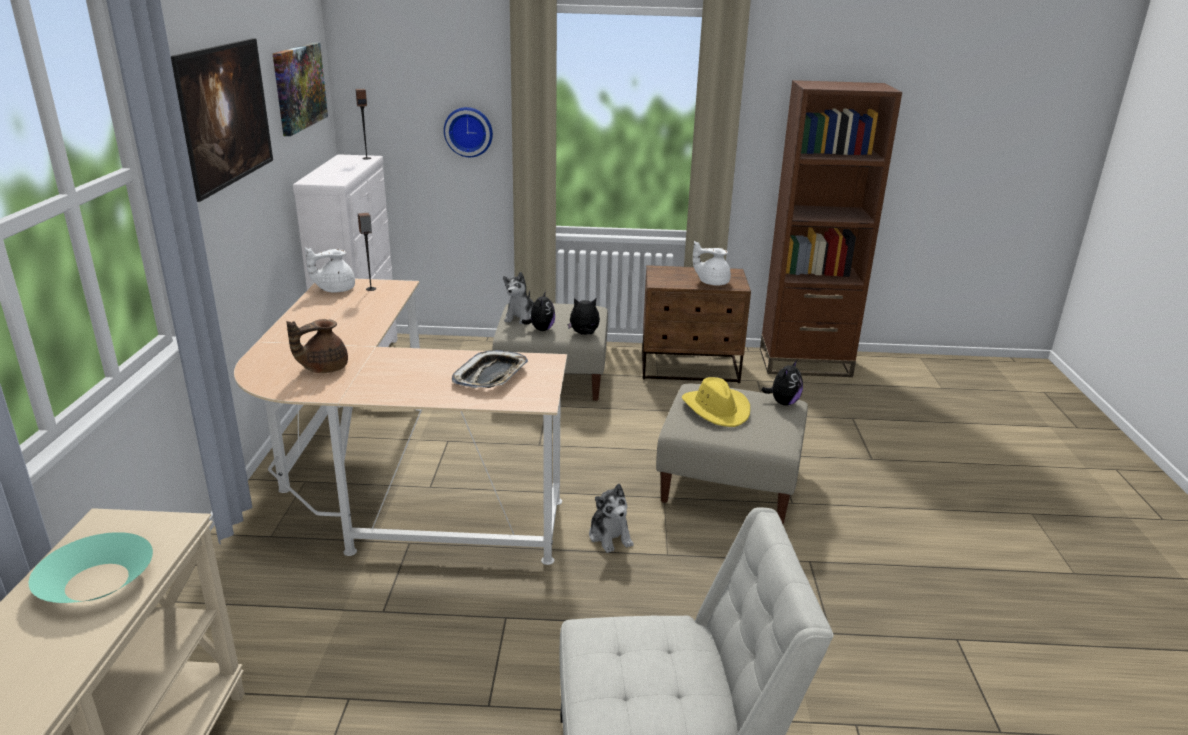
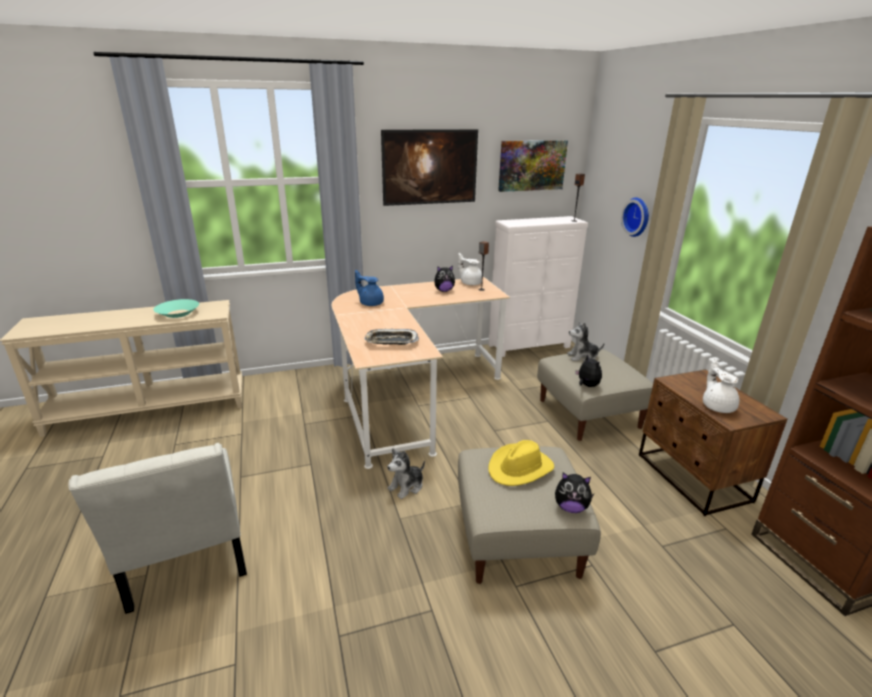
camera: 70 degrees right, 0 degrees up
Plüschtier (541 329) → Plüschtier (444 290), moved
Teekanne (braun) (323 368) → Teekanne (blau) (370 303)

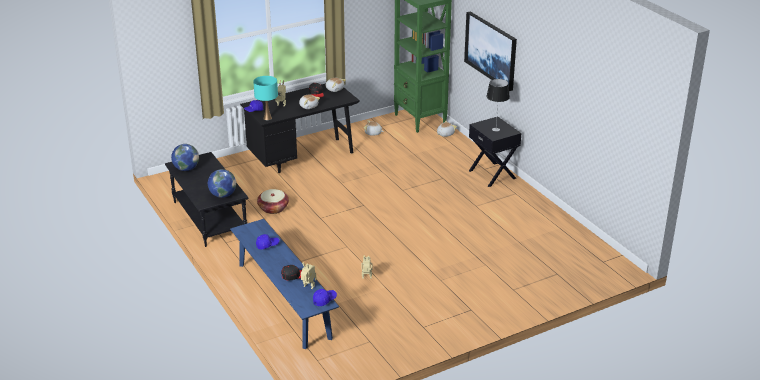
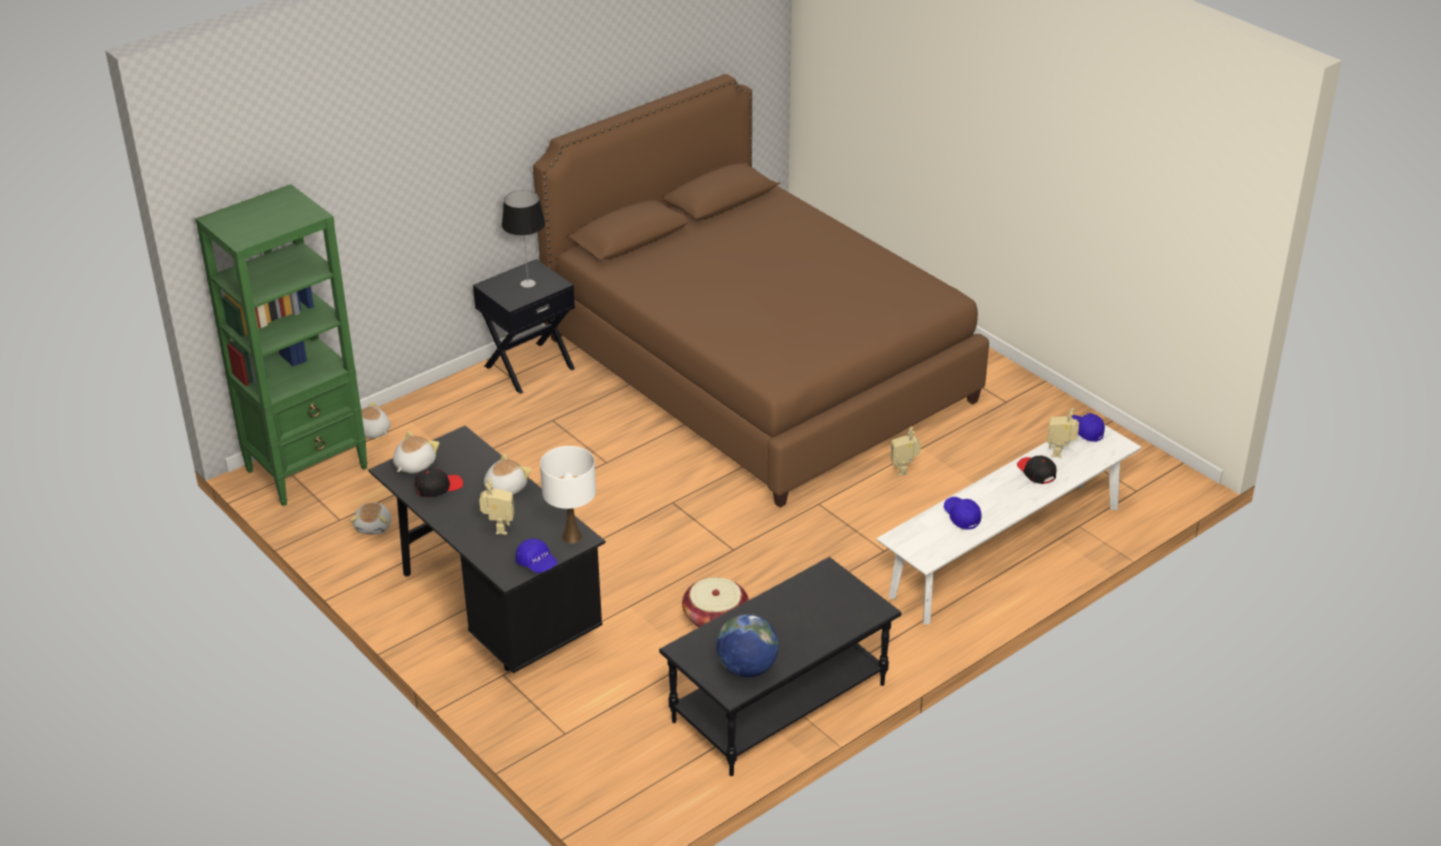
camera: 100 degrees left, 5 degrees up
Bild (491 50) → -
Tischlampe (türkis) (267 118) → Tischlampe (weiß) (572 536)
Globus (223 195) → -
Bank (blau) (283 300) → Bank (weiß) (1006 551)
- → Bett (braun) (758 370)

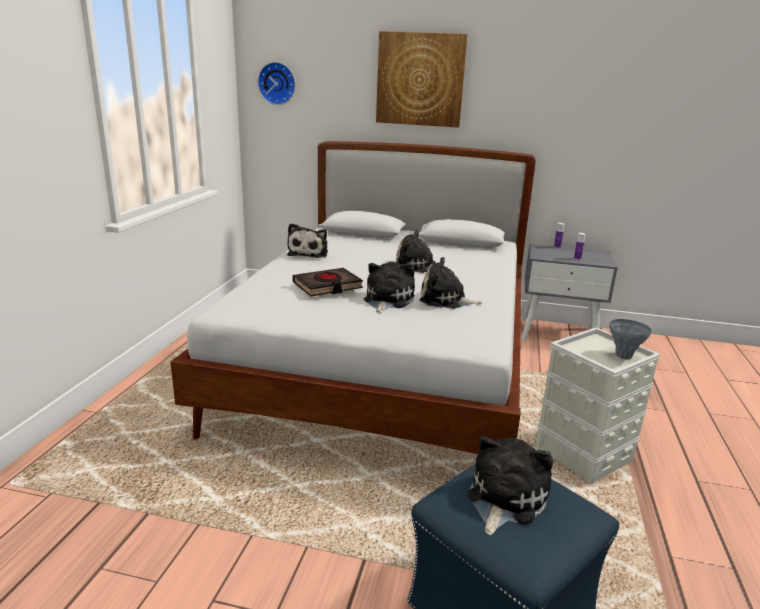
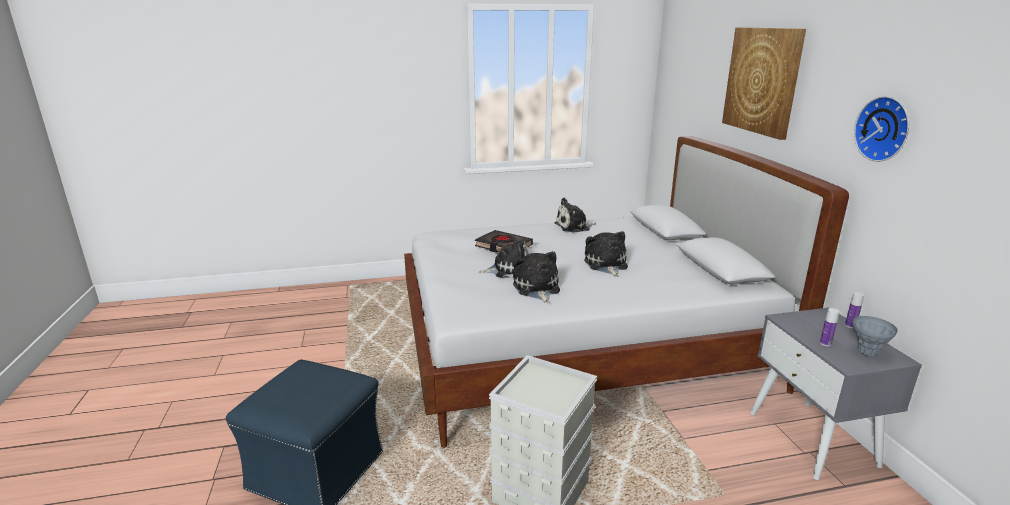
camera: 65 degrees right, 0 degrees up
Wanduhr (277 83) → Wanduhr (884 129), moved
Vase (grau) (623 356) → Vase (grau) (866 353), moved
Plüschtier (504 498) → -

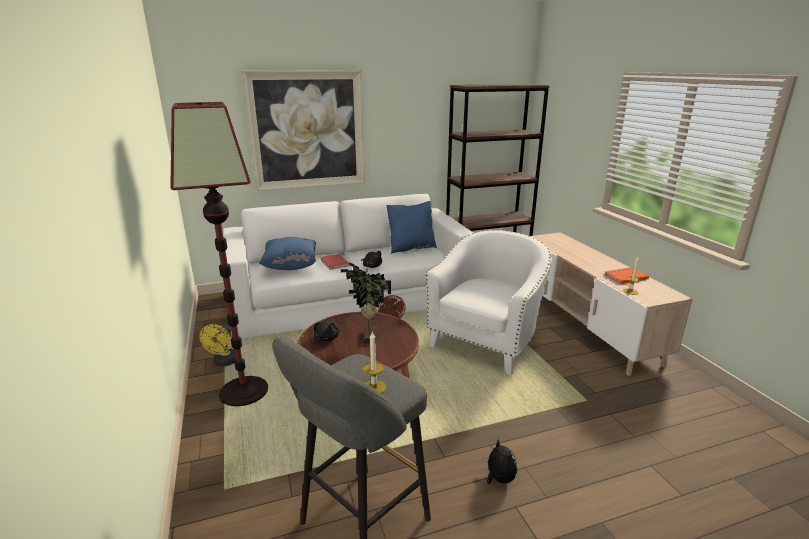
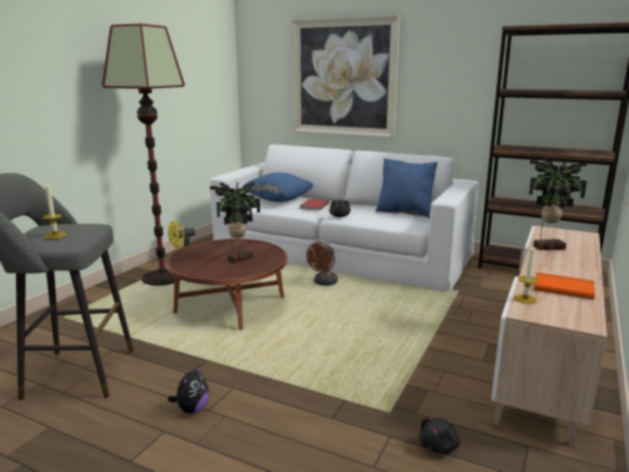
camera: 45 degrees right, 5 degrees down
Sessel (weiß) (487 342) → -
Plüschtier (schwarz) (327 338) → Plüschtier (schwarz) (439 446), moved
- → Topfpflanze (547 247)

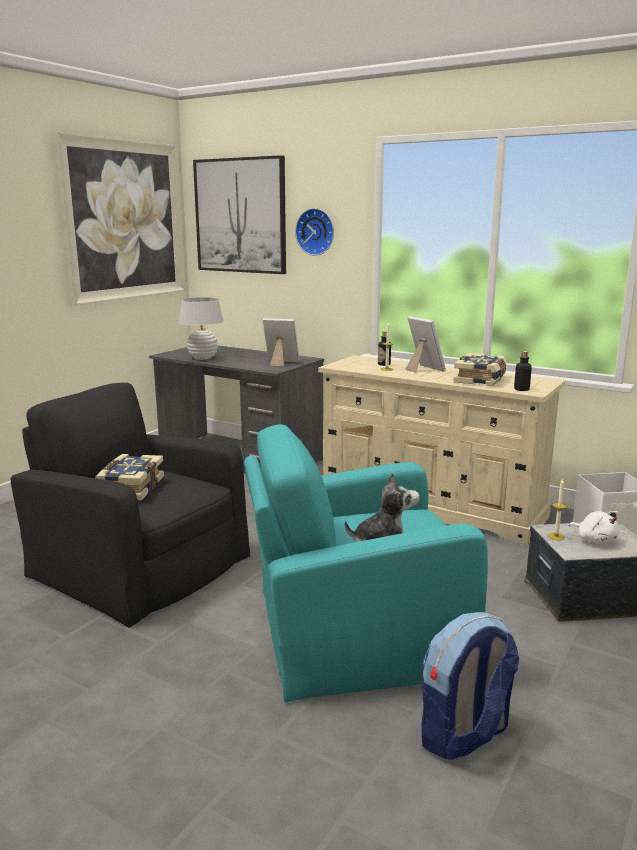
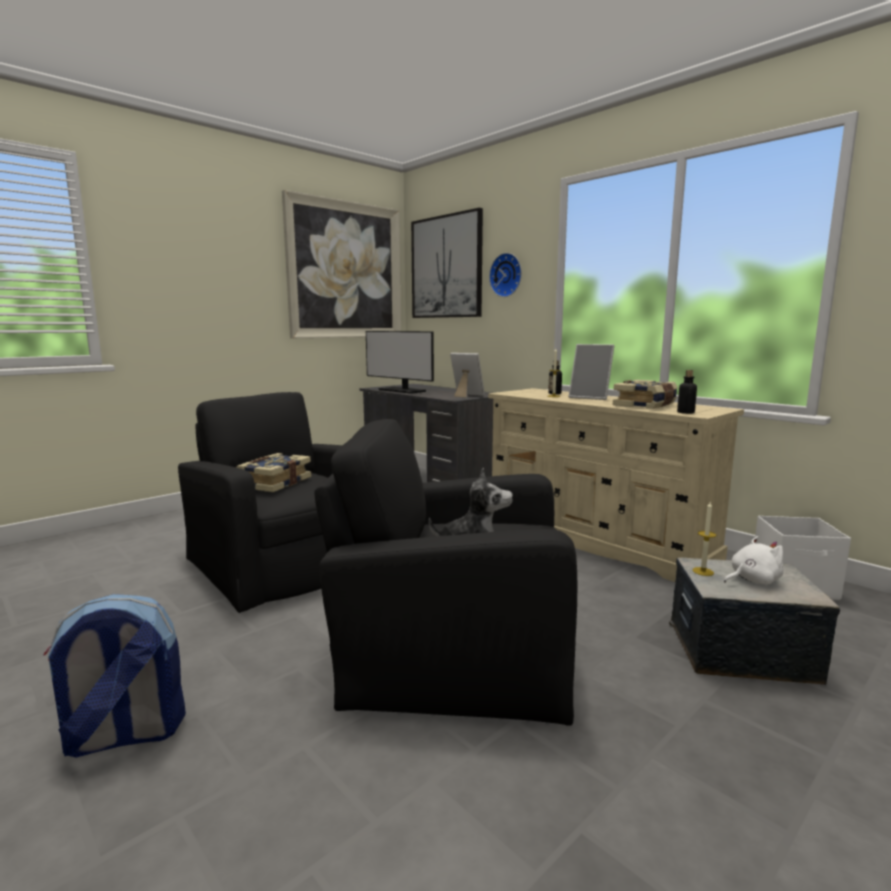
camera: 15 degrees right, 5 degrees down
Tischlampe (weiß) (203 358) → Monitor (402 390)
Bilderrahmen (423 369) → Bilderrahmen (590 397), 135 degrees clockwise
Sessel (türkis) (356 631) → Sessel (schwarz) (454 648)
Plüschtier (weiß) (595 539) → Plüschtier (weiß) (752 580), 90 degrees counterclockwise
Rucksack (464 736) → Rucksack (124 736), moved

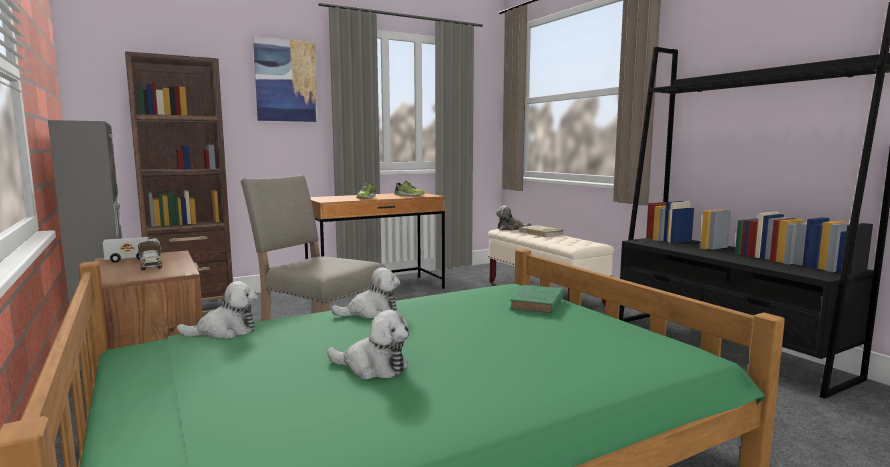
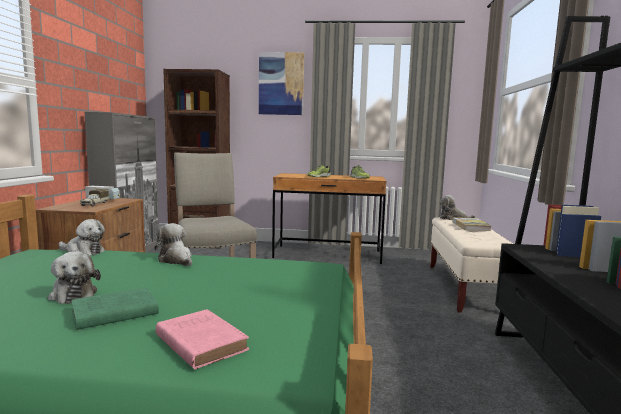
camera: 35 degrees right, 0 degrees up
Plüschtier (371 313) → Plüschtier (176 260), 150 degrees counterclockwise
Buch (grün) (537 304) → Buch (grün) (112 313), moved
- → Buch (rosa) (200 342)

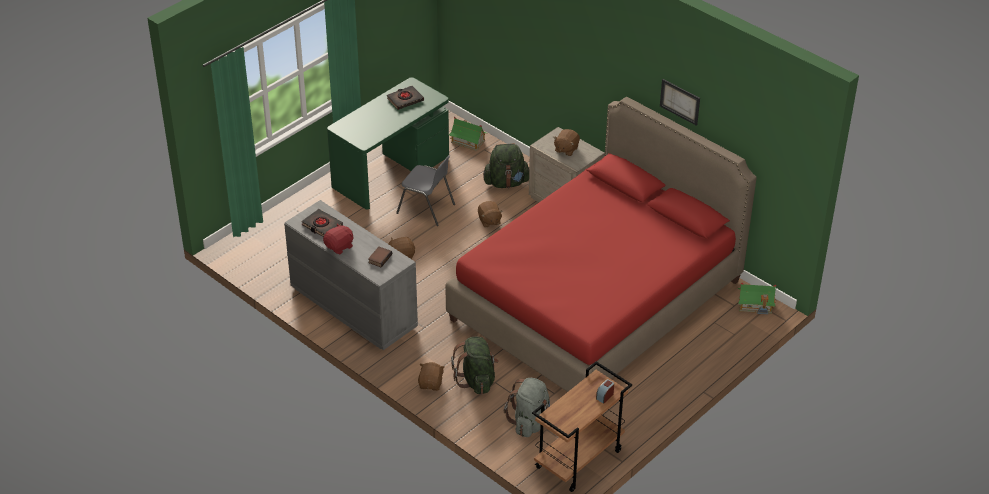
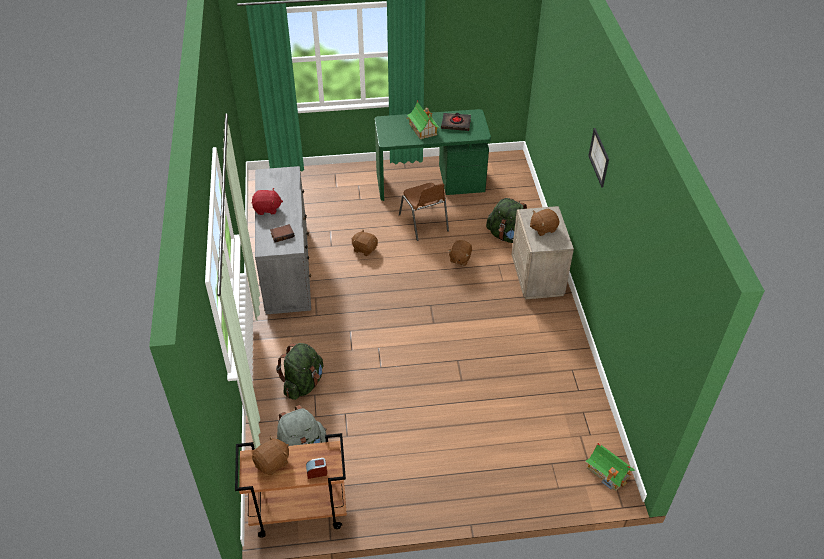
camera: 40 degrees right, 5 degrees up
Bild (680 101) → Bild (599 157), moved
Bett (rot) (596 300) → -
Spielzeughaus (467 141) → Spielzeughaus (422 129), moved
Stuhl (grau) (426 209) → Stuhl (braun) (424 223)
Buch (schwarz) (322 226) → -
Plüschtier (braun) (431 384) → Plüschtier (braun) (272 463), moved

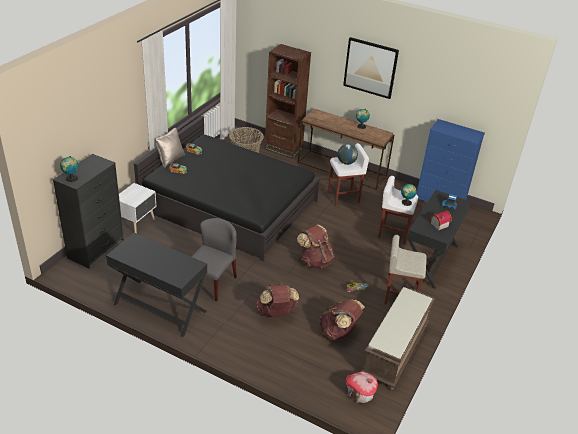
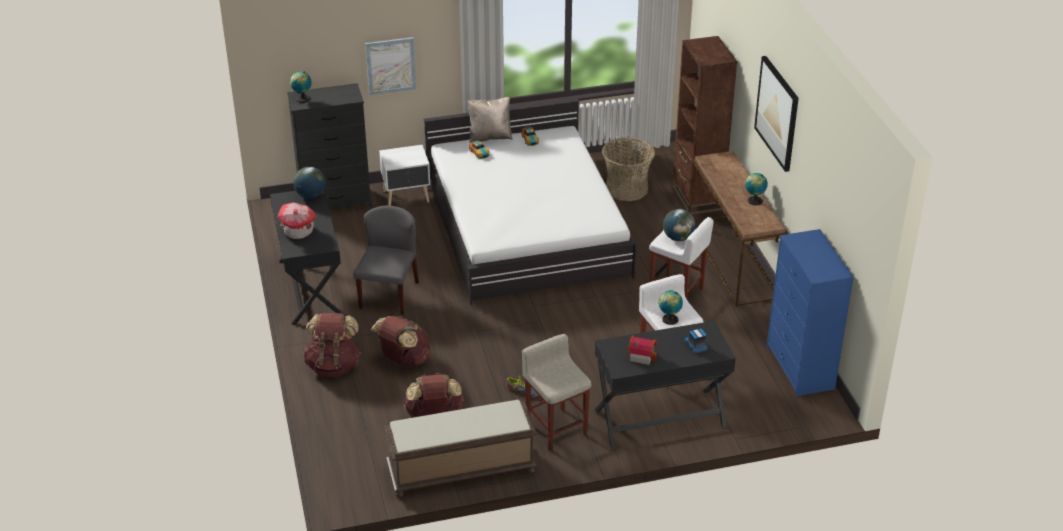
camera: 50 degrees right, 0 degrees up
Bett (schwarz) (229 205) → Bett (weiß) (526 229)
Stuhl (grau) (212 283) → Stuhl (grau) (389 294), 60 degrees counterclockwise
Rucksack (braun) (315 261) → Rucksack (braun) (333 365), moved
Spielzeughaus (360 393) → Spielzeughaus (298 231), moved
- → Bild (390 65)
- → Globus (311 195)

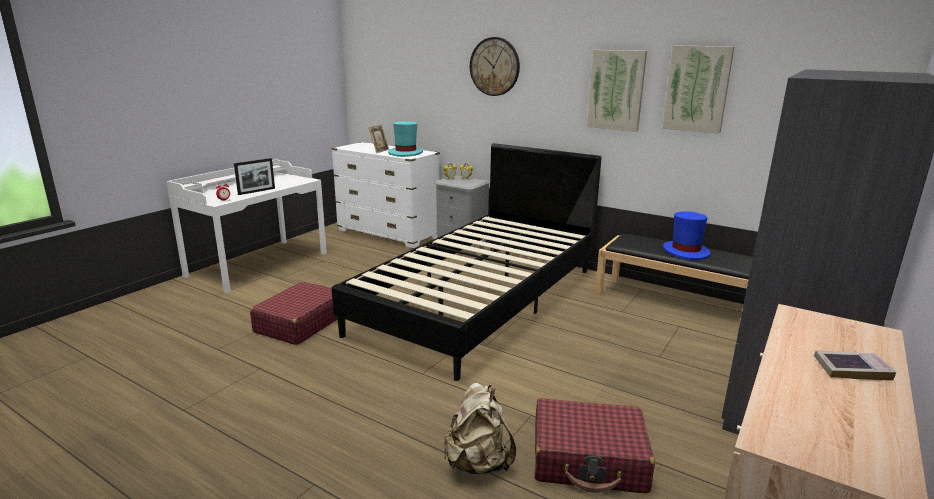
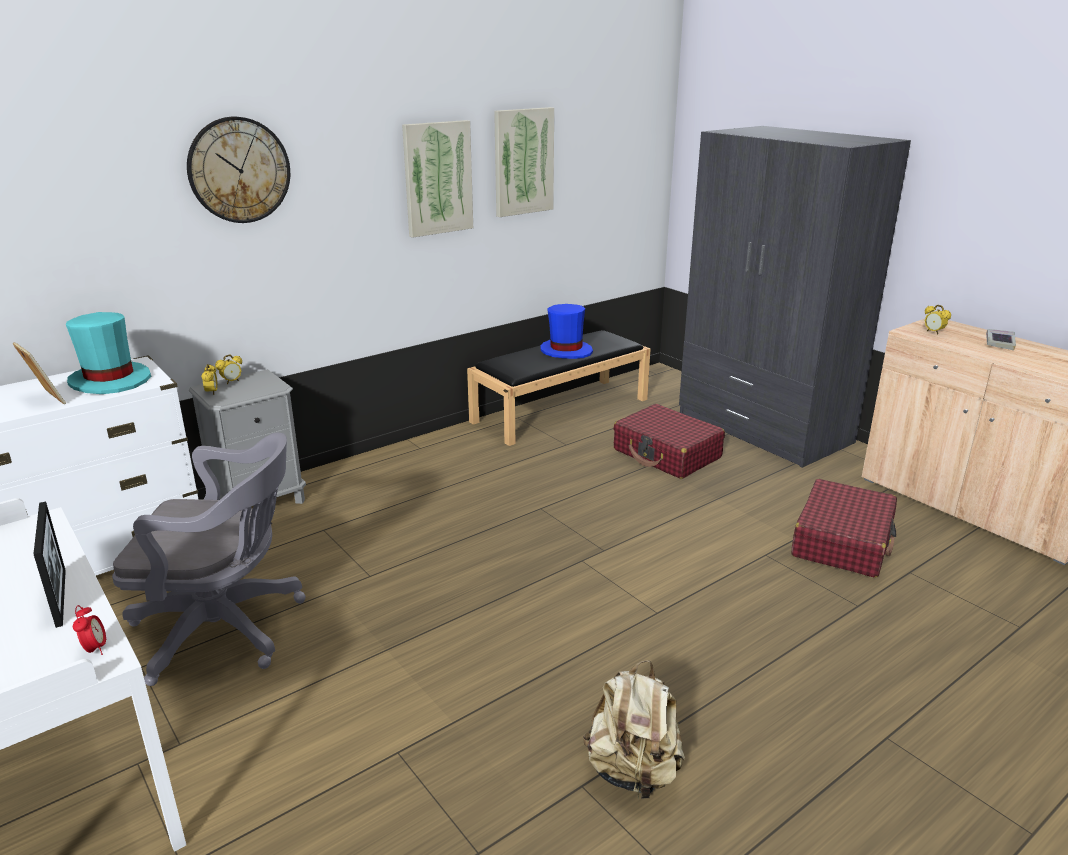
camera: 70 degrees left, 5 degrees up
Bett (schwarz) (479 299) → -
Koffer (rot) (300 323) → Koffer (rot) (667 454), moved
Rucksack (beige) (478 463) → Rucksack (beige) (633 772), moved
- → Wecker (933 332)
- → Bürostuhl (grau) (227 629)

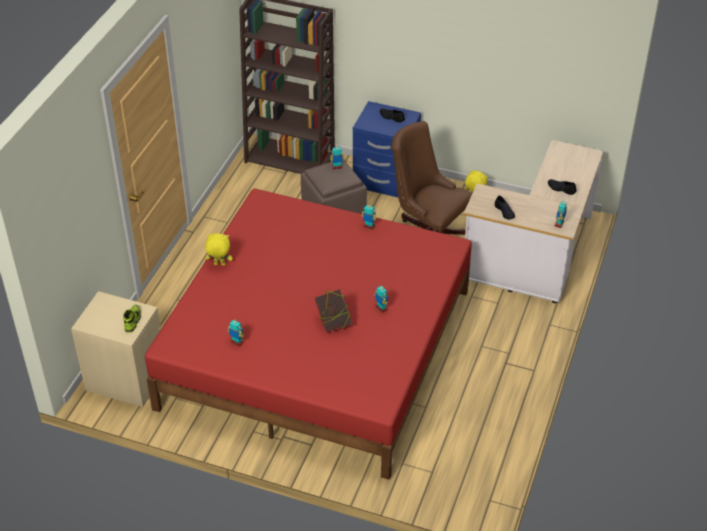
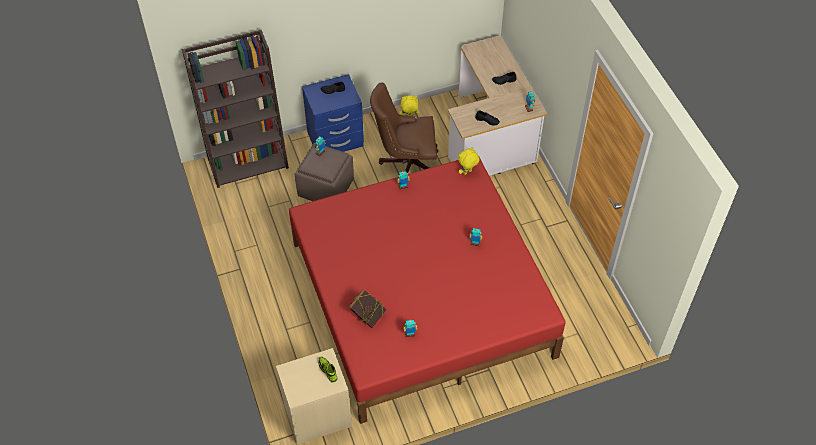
camera: 40 degrees left, 10 degrees up
Plüschtier (gelb) (219 264) → Plüschtier (gelb) (467 172), moved
Buch (333 323) → Buch (368 316), moved

